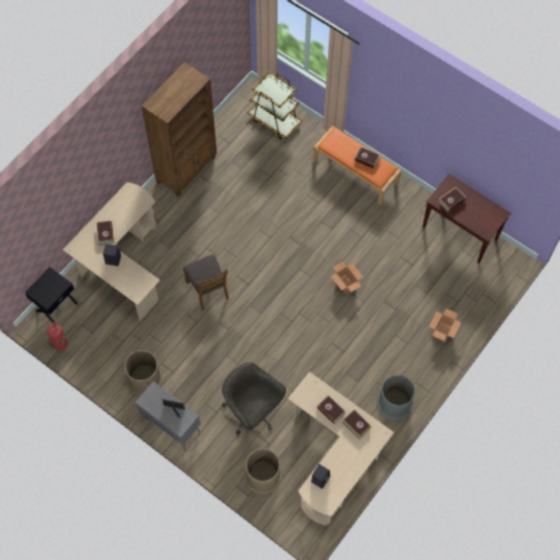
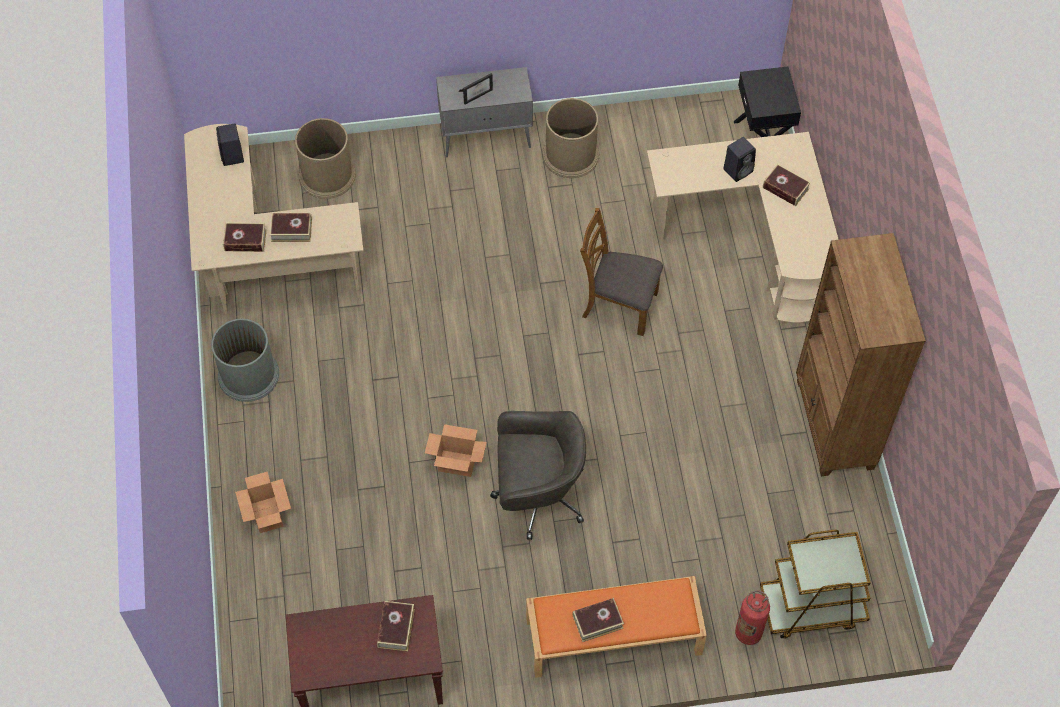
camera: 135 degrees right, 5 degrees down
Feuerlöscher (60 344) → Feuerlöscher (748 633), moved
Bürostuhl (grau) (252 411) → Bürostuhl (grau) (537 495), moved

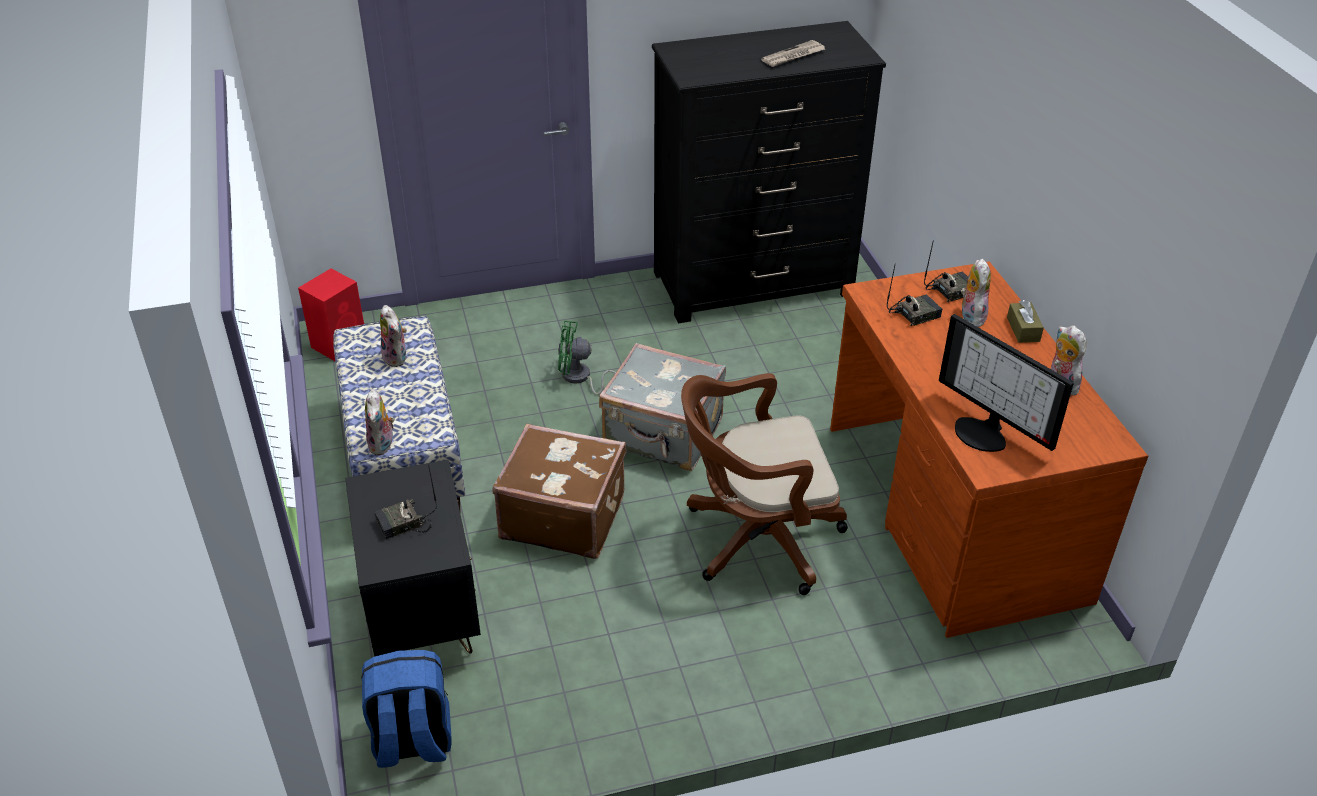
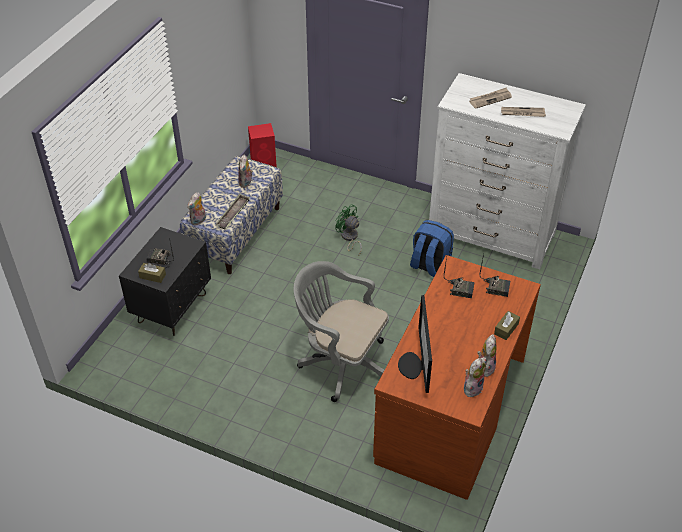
camera: 40 degrees right, 5 degrees up
Kommode (schwarz) (753 283) → Kommode (weiß) (491 234)
Plüschtier (970 316) → Plüschtier (472 387), moved
Koffer (grau) (663 435) → -
Bürostuhl (braun) (754 539) → Bürostuhl (grau) (341 363)
Koffer (braun) (563 516) → -
Rucksack (blau) (412 741) → Rucksack (blau) (429 266), moved
- → Zeitung (490 99)
- → Tablett (233 214)
- → Taschentuchbox (braun) (152 276)

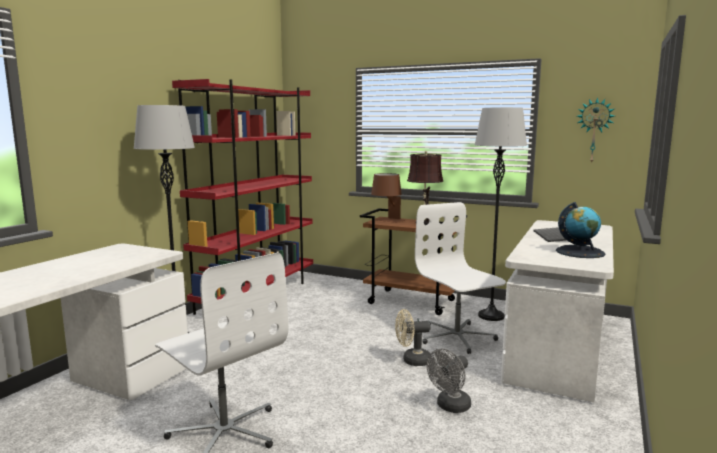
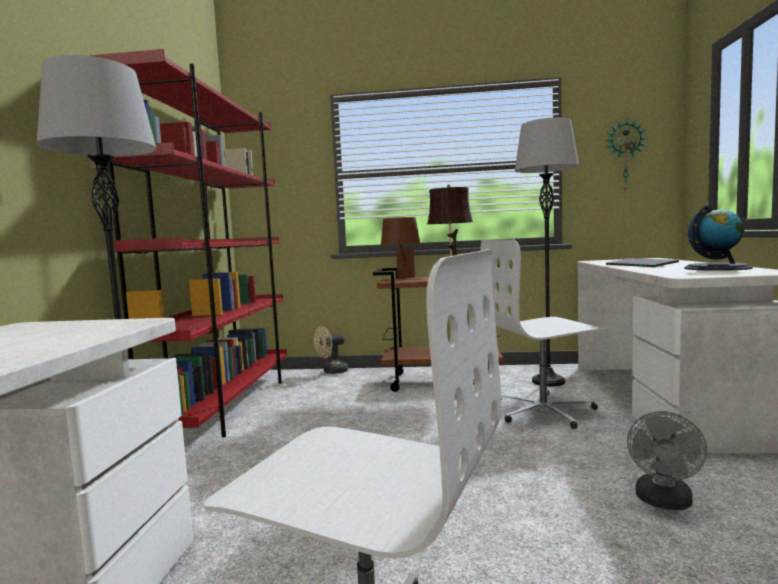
camera: 20 degrees left, 5 degrees down
Bürostuhl (weiß) (456 337) → Bürostuhl (weiß) (544 410), 60 degrees counterclockwise
Ventilator (beige) (412 361) → Ventilator (beige) (331 371), moved

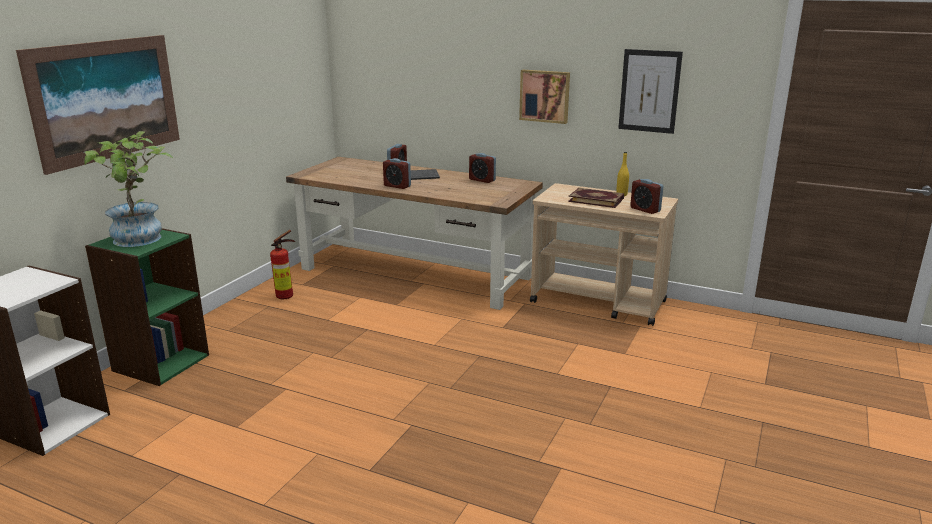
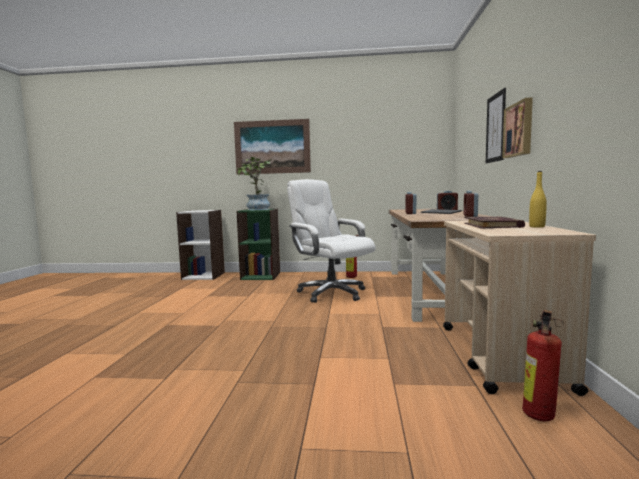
camera: 70 degrees right, 15 degrees down
Bild (649 91) → Bild (495 128), moved
Wecker (645 210) → -
- → Bürostuhl (weiß) (331 293)
- → Feuerlöscher (538 417)

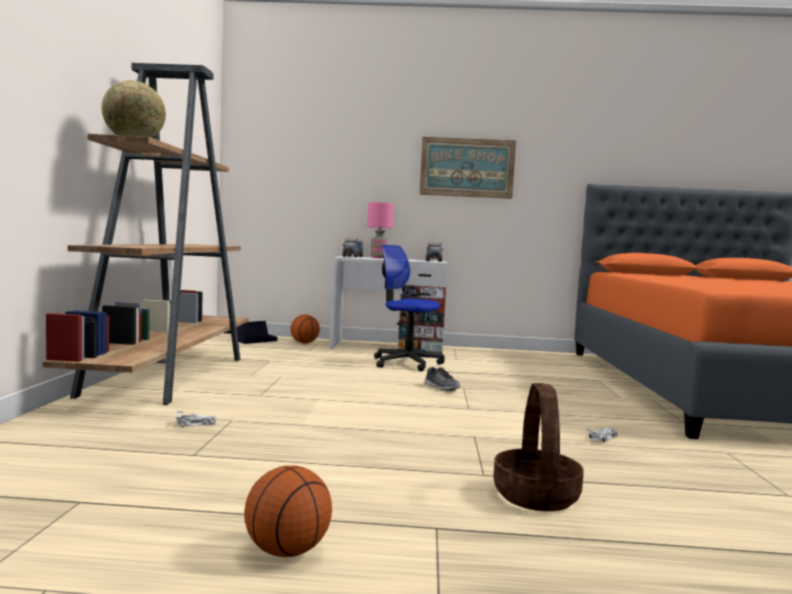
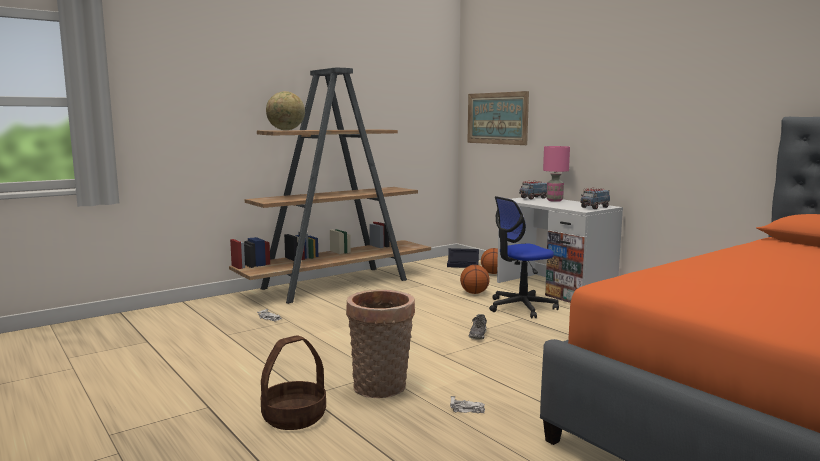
camera: 50 degrees right, 5 degrees up
Bild (467 167) → Bild (497 118), moved
Bürostuhl (406 363) → Bürostuhl (521 307), 105 degrees counterclockwise
Basketball (287 551) → Basketball (474 293), moved
- → Korb (381 389)

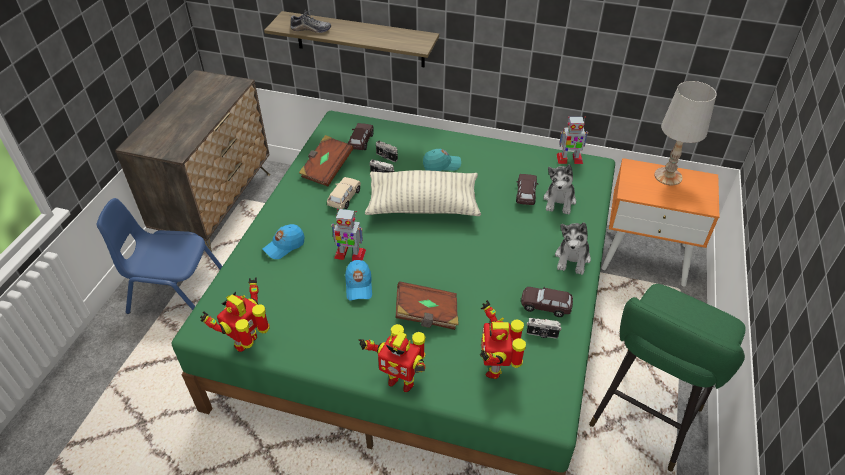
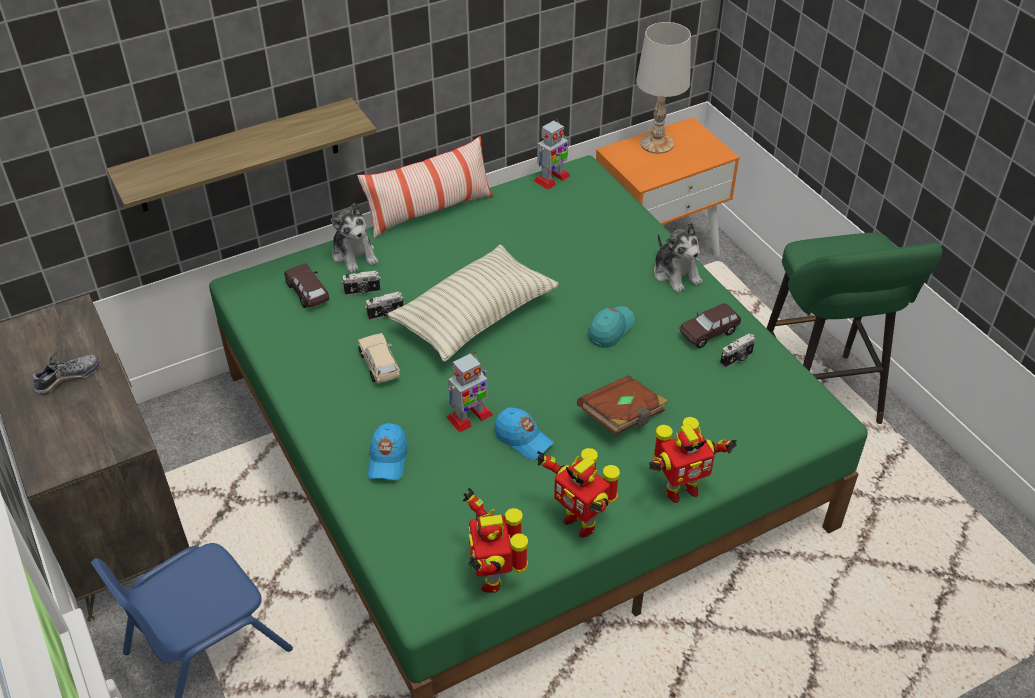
camera: 45 degrees left, 0 degrees up
Schuh (311 29) → Schuh (68 378), moved
Buch (braun) (326 169) → -
Kappe (türkis) (441 165) → Kappe (türkis) (610 330), moved
Plüschtier (559 201) → Plüschtier (354 255), moved
Spielzeugauto (braun) (525 194) → -
Spielzeugroboter (495 367) → Spielzeugroboter (580 521), moved
- → Kissen (429 211)

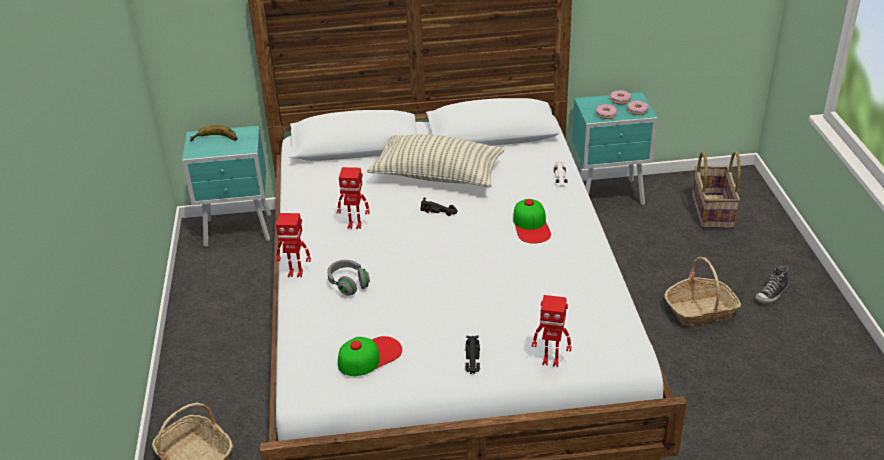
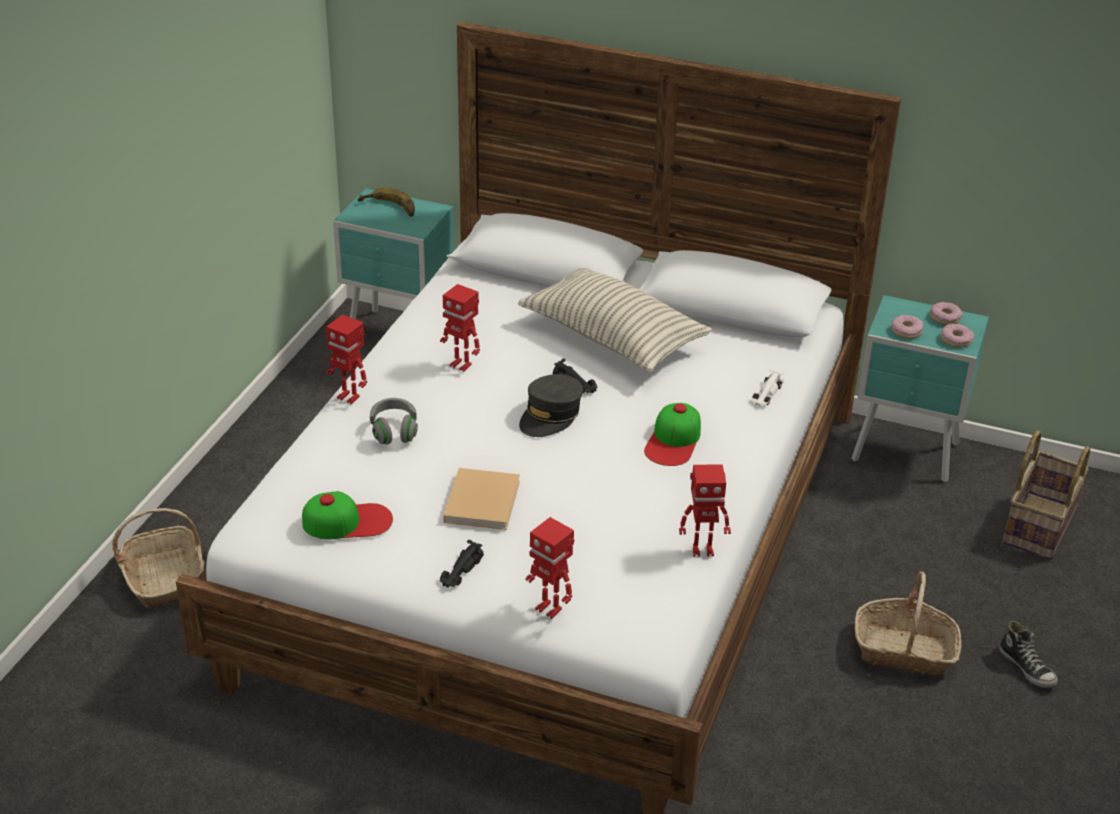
camera: 25 degrees right, 0 degrees up
Schuh (771 294) → Schuh (1027 668), 105 degrees counterclockwise
- → Kappe (grau) (550 415)
- → Spielzeugroboter (702 550)
- → Buch (beige) (482 500)

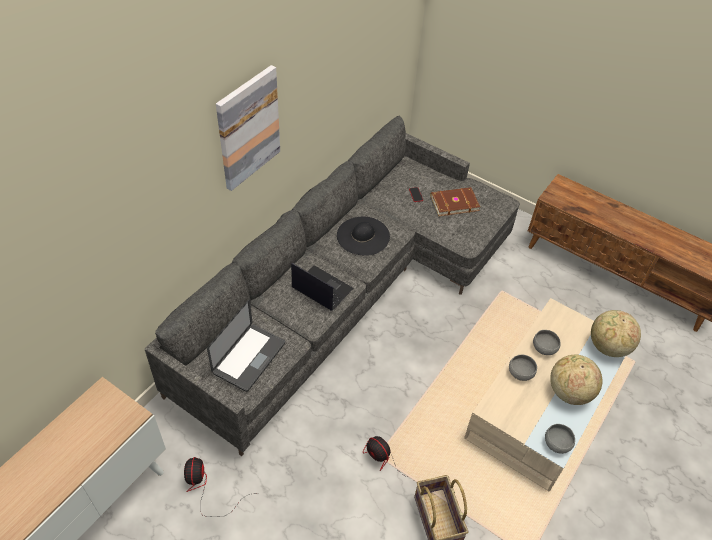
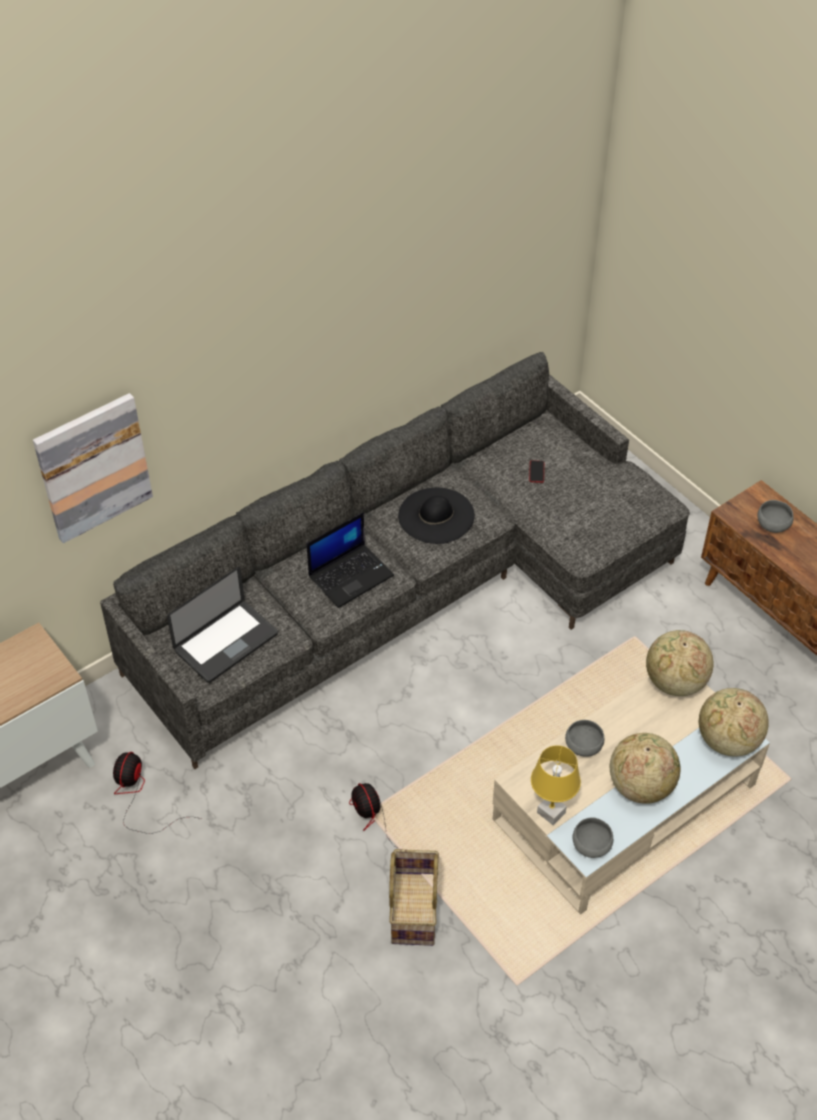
camera: 20 degrees right, 0 degrees up
Bild (248 128) → Bild (93 467), moved
Buch (braun) (454 202) → -
Laptop (321 288) → Laptop (351 575), 90 degrees clockwise
Schüssel (grau) (544 348) → Schüssel (grau) (773 525), moved
- → Globus (674 682)
- → Tischlampe (gelb) (551 812)

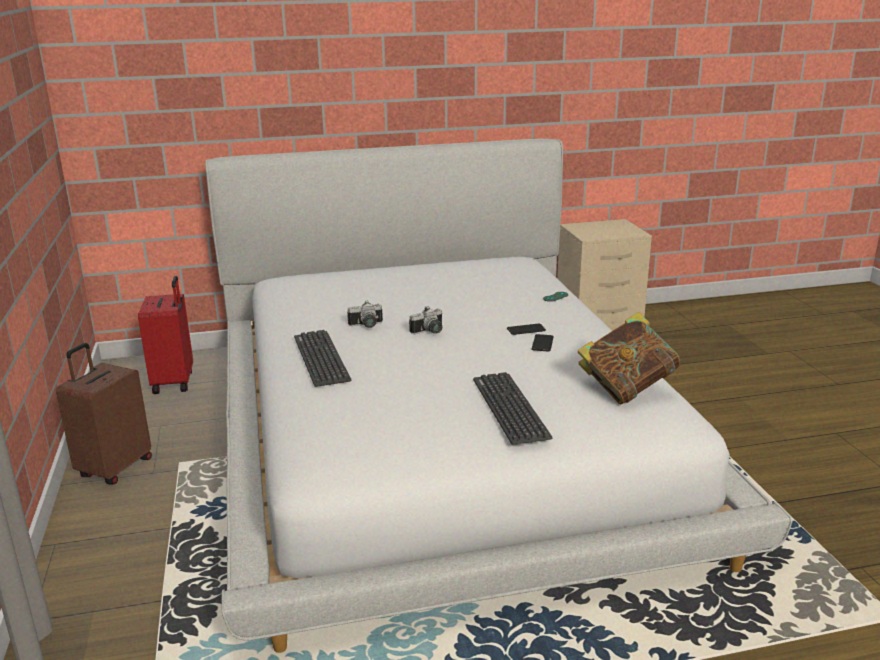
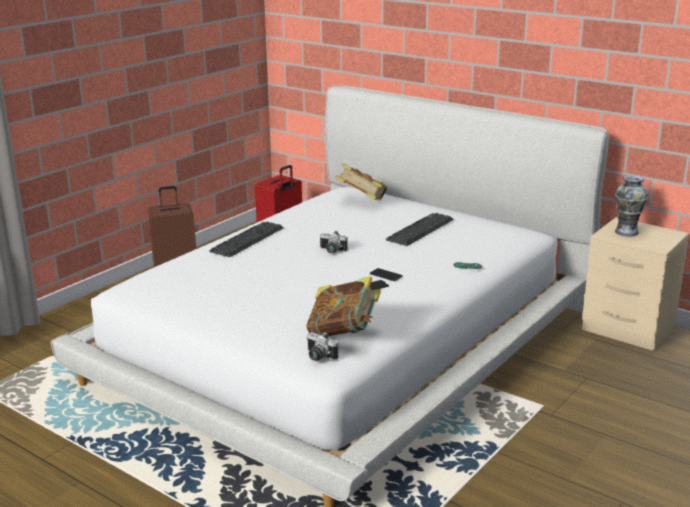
camera: 50 degrees right, 0 degrees up
Kamera (366 325) → Kamera (318 357), moved
Tastatur (510 408) → Tastatur (420 230), moved
- → Buch (361 202)
- → Vase (626 232)

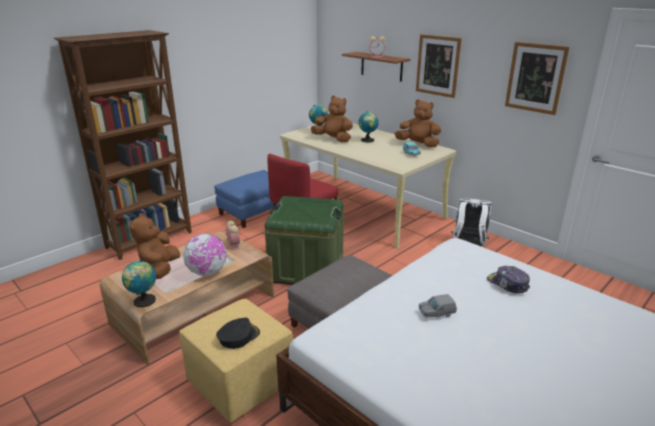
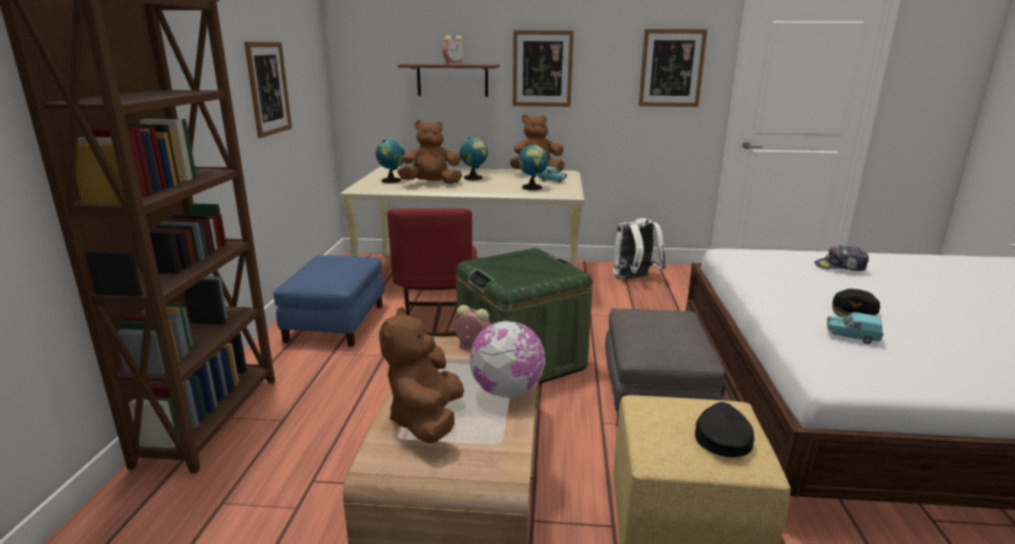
camera: 40 degrees left, 5 degrees down
Plüschtier (braun) (160 269) → Plüschtier (braun) (426 420), 45 degrees clockwise
Globus (143 302) → Globus (532 188), moved
Spielzeugauto (grau) (436 313) → Kappe (schwarz) (854 310)
- → Bild (268 88)
- → Spielzeugauto (türkis) (851 337)

